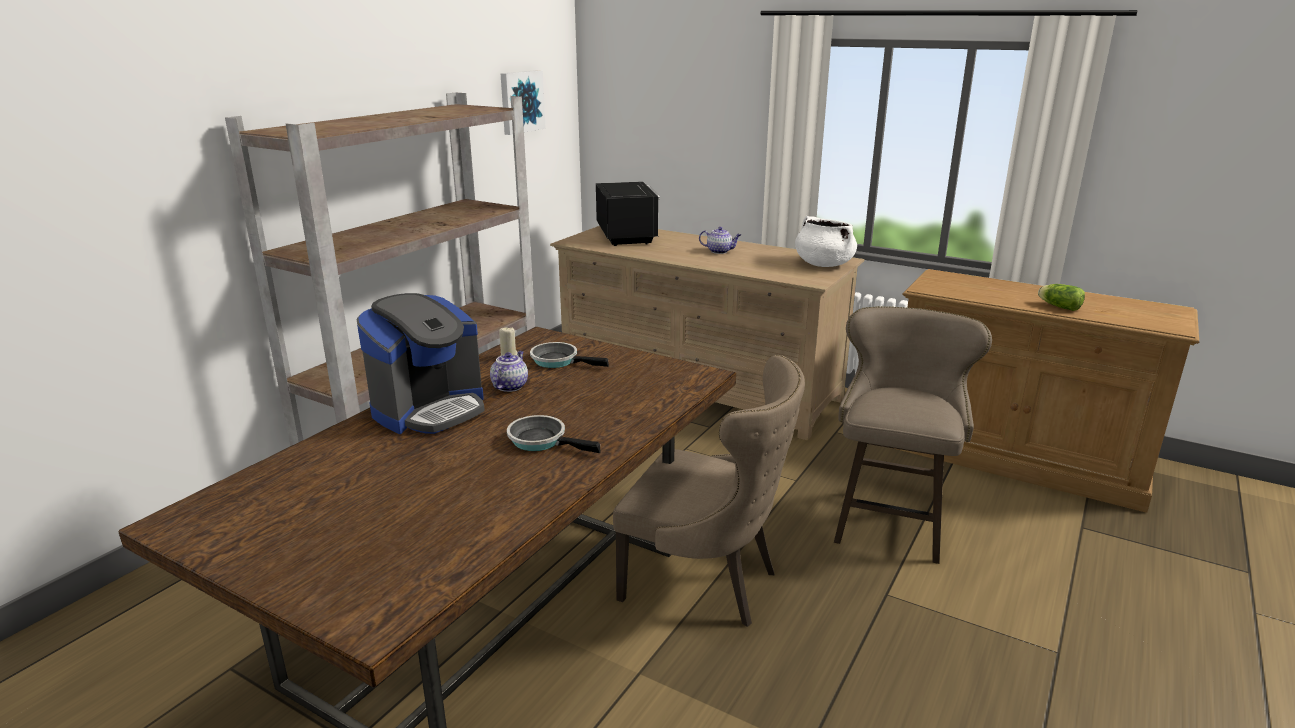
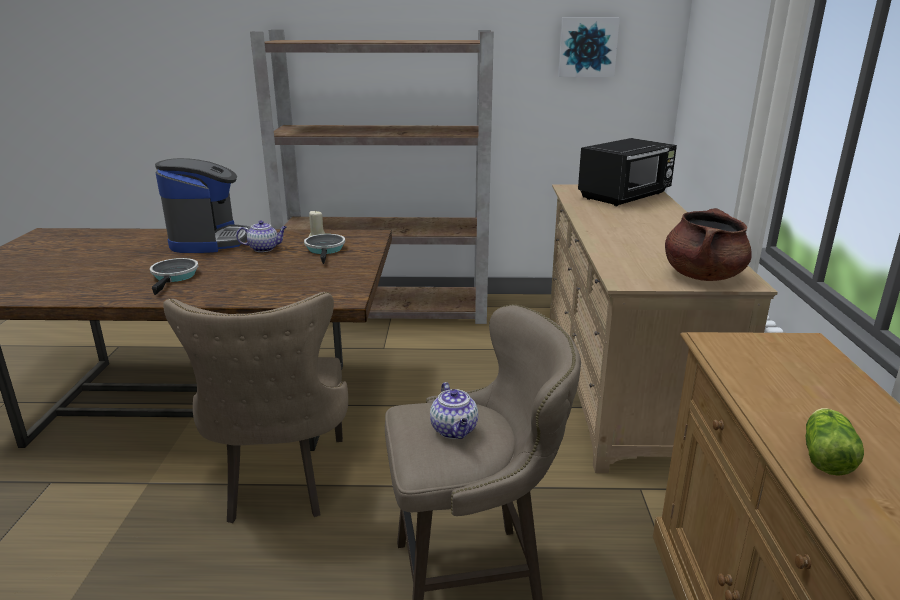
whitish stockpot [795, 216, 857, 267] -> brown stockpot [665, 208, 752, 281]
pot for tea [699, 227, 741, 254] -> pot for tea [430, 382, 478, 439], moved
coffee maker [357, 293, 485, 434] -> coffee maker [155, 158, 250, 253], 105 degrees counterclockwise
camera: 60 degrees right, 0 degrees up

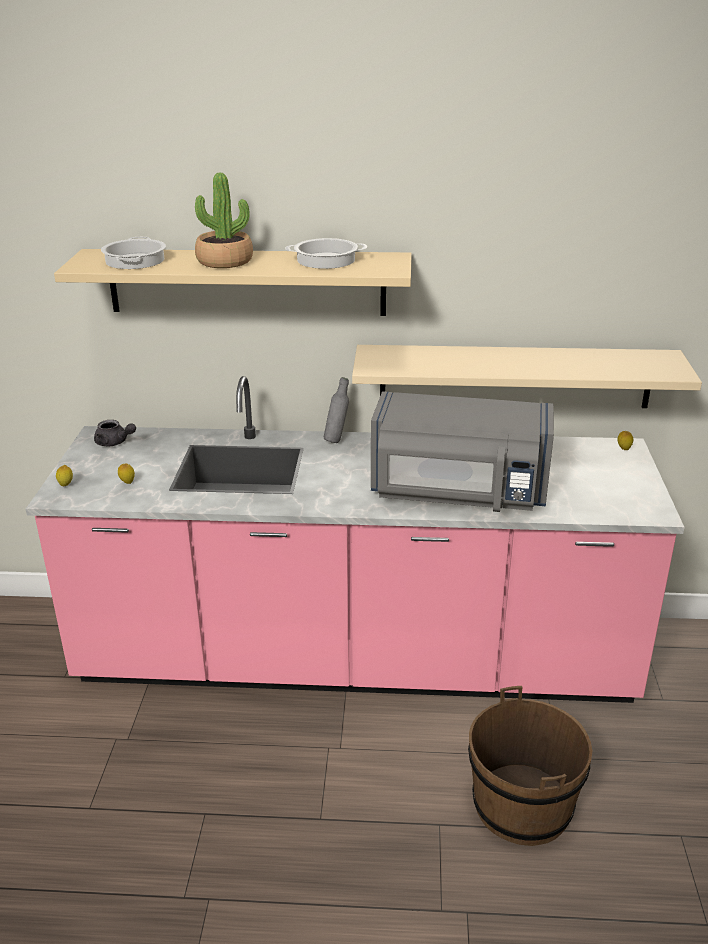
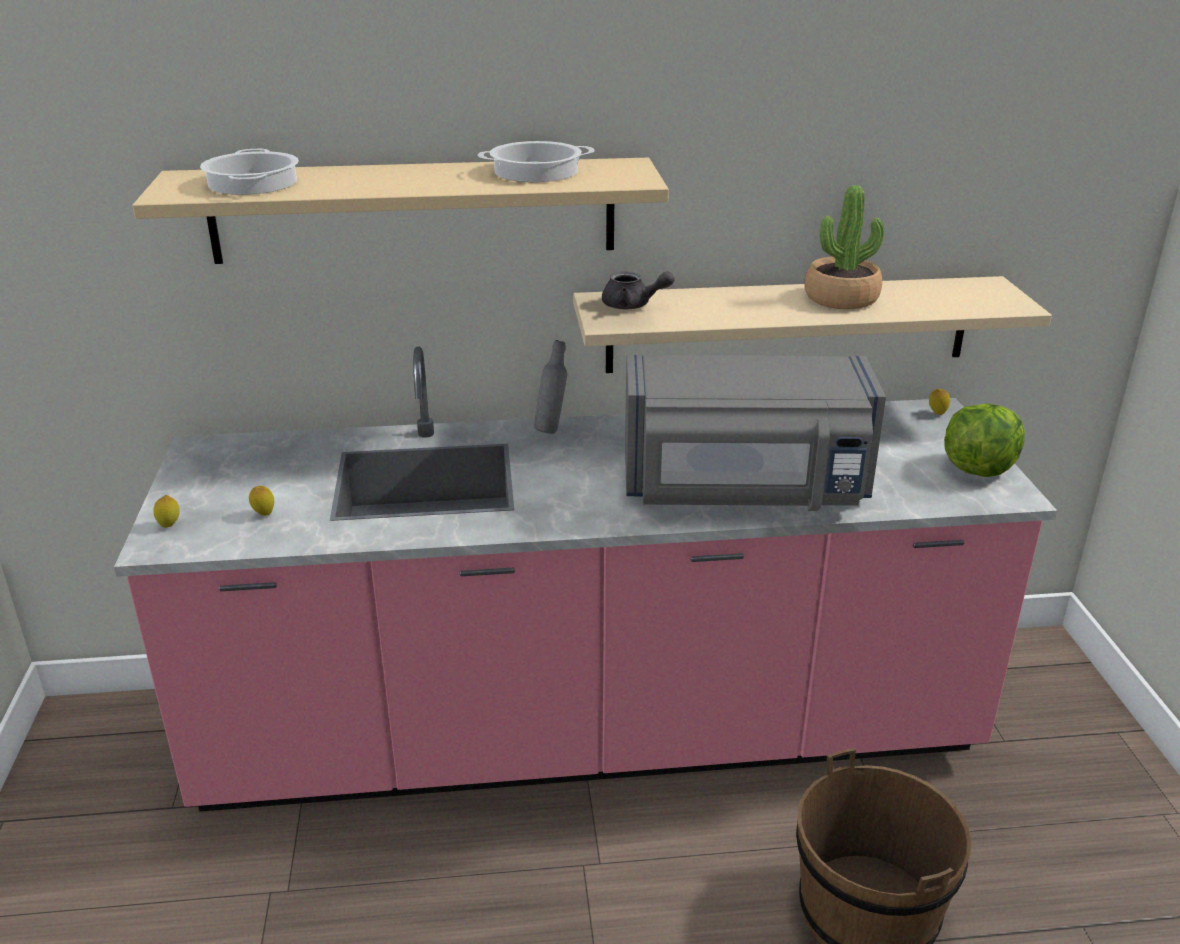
plant in a pot [195, 173, 253, 268] -> plant in a pot [804, 185, 884, 309], moved
greyish pot for tea [94, 420, 136, 446] -> greyish pot for tea [602, 271, 674, 309], moved
none -> head of lettuce [944, 403, 1025, 477]
camera: 10 degrees left, 0 degrees up

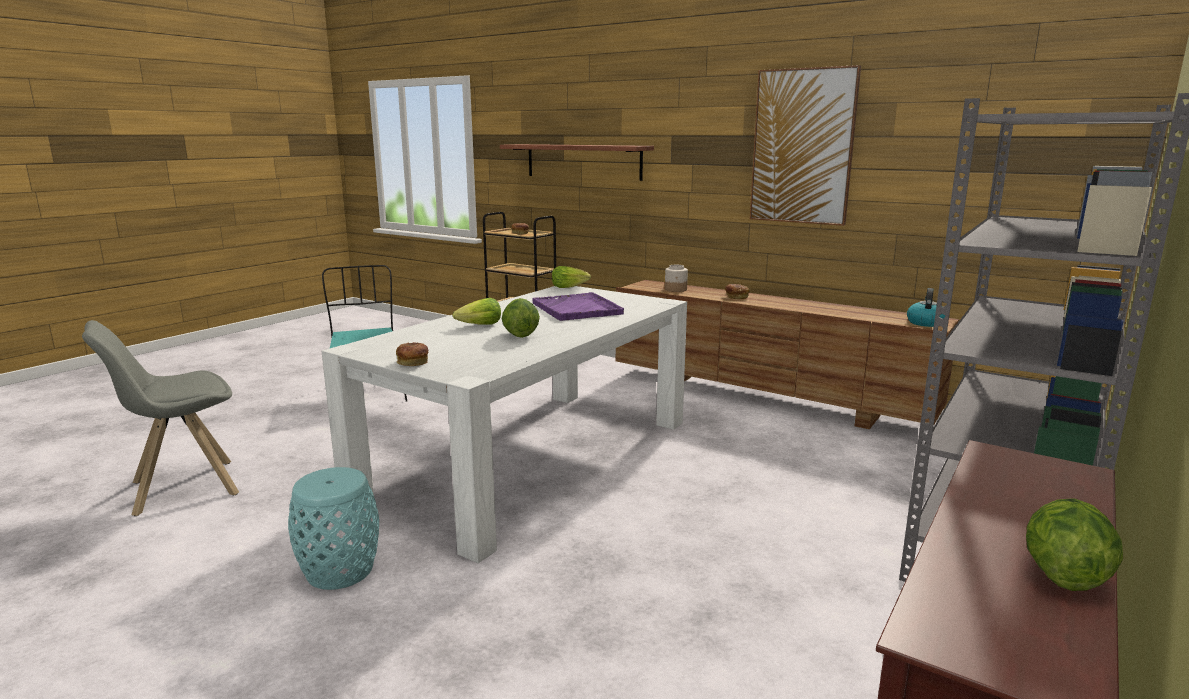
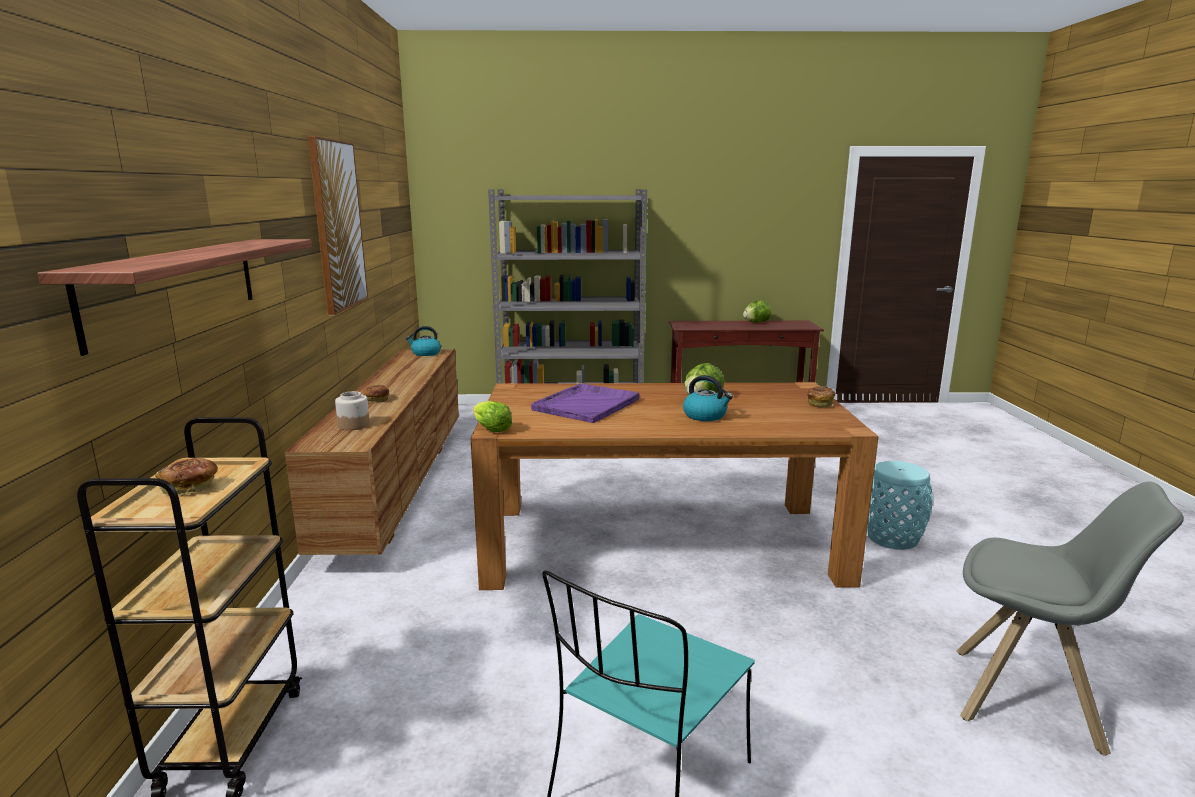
whitish dinner table [321, 286, 687, 563] -> brown dinner table [470, 382, 878, 590]
head of lettuce [452, 298, 501, 325] -> kettle [683, 375, 733, 421]
camera: 125 degrees left, 0 degrees up

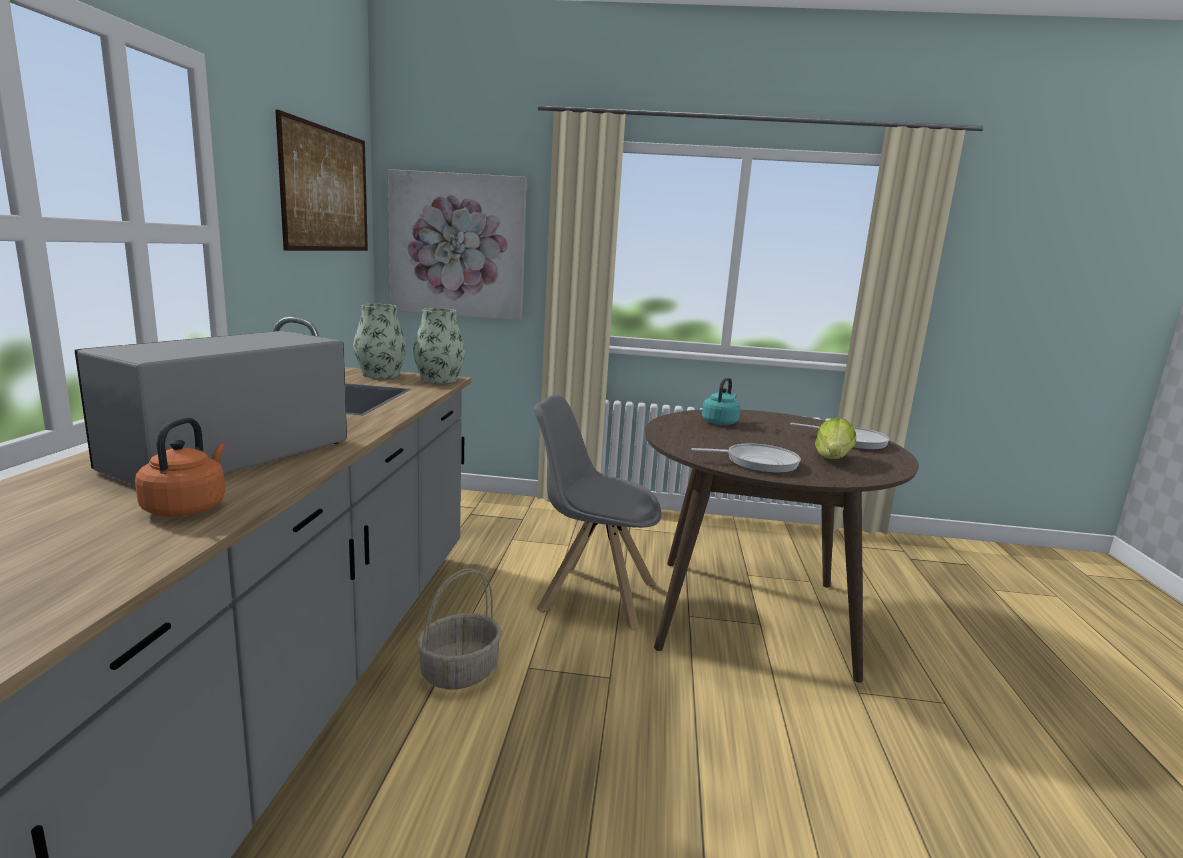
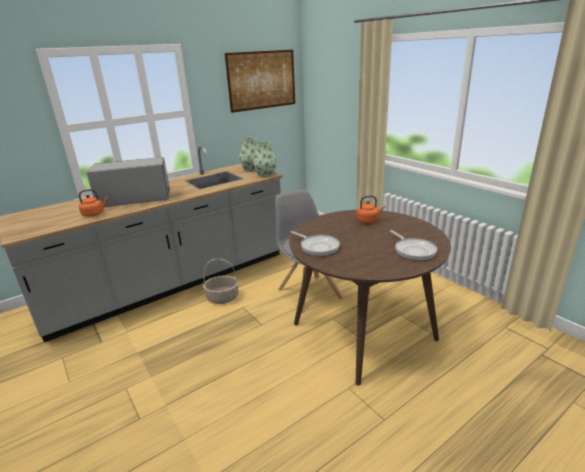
wall art [388, 169, 527, 320] -> none
turquoise kettle [702, 378, 741, 425] -> orangey kettle [356, 195, 385, 223]
head of lettuce [815, 418, 856, 459] -> none
camera: 50 degrees right, 10 degrees up

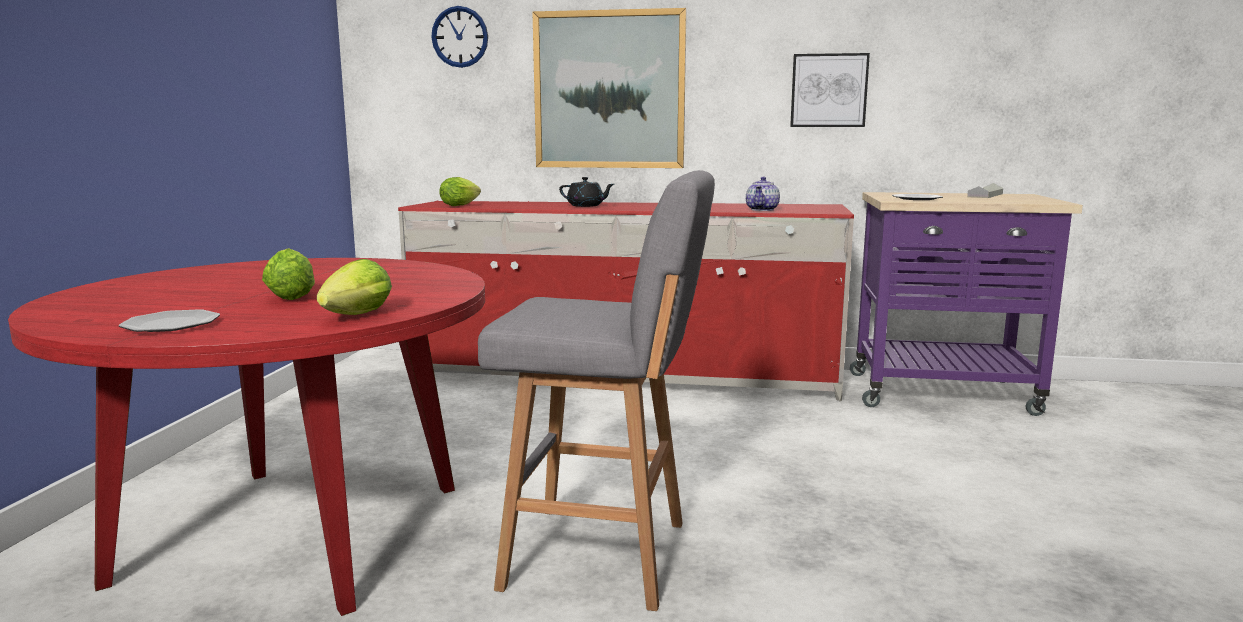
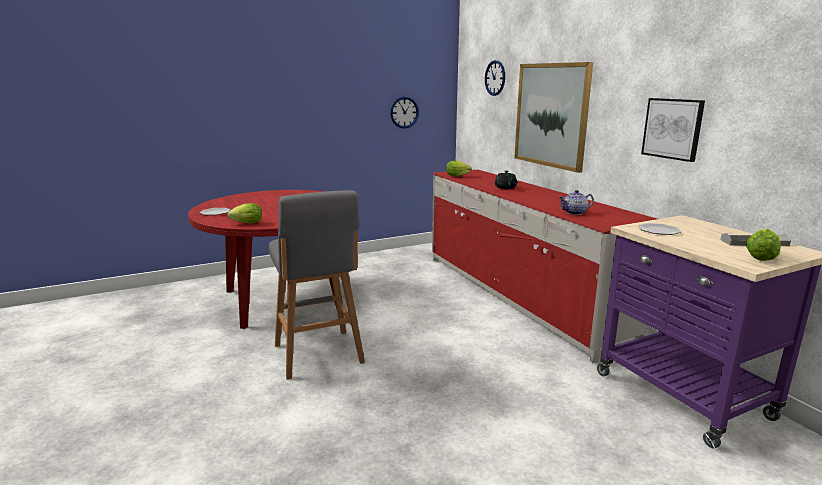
head of lettuce [262, 248, 315, 300] -> head of lettuce [746, 229, 781, 261], moved
none -> clock on the wall [390, 97, 419, 129]
camera: 55 degrees right, 5 degrees up

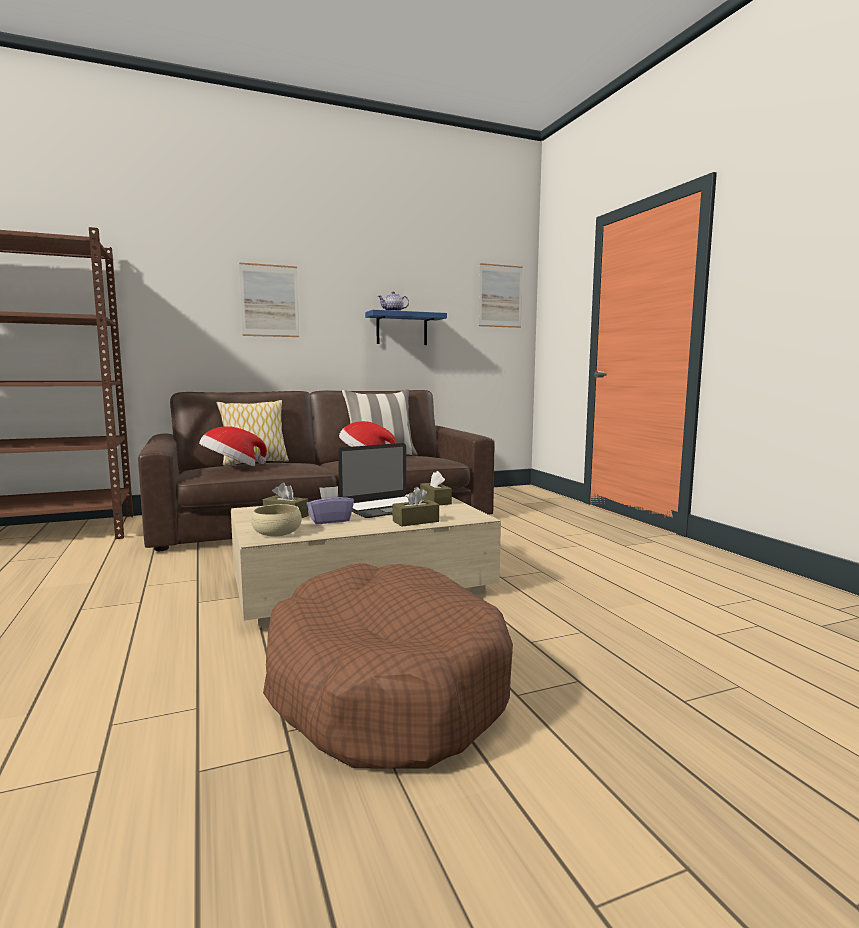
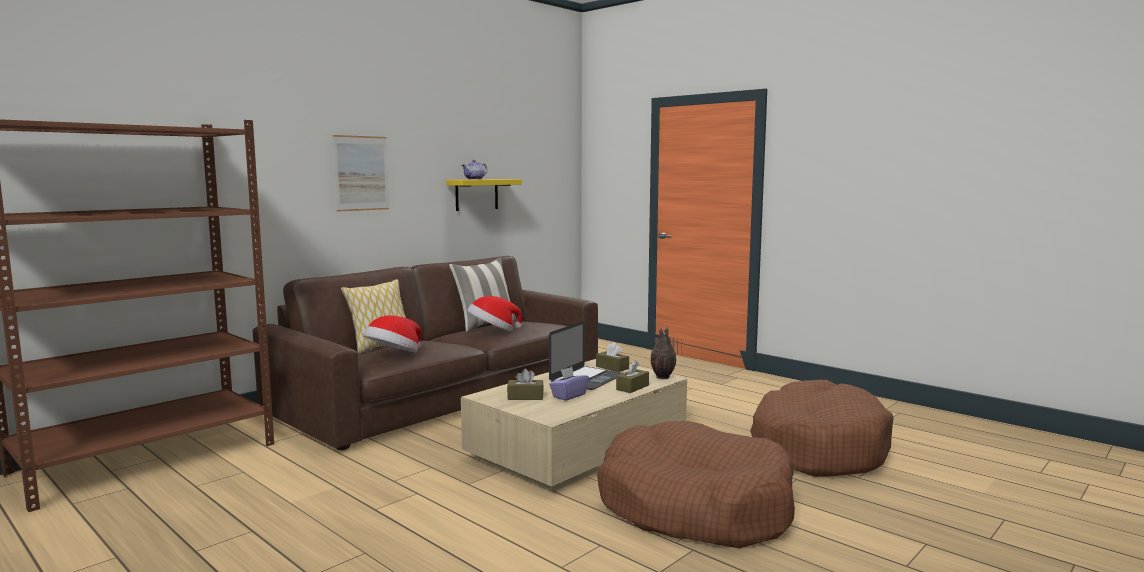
wall art [479, 263, 523, 328] -> none
bluish wall shelf [365, 310, 447, 345] -> yellow wall shelf [446, 179, 522, 211]
sand-coloured serving bowl [251, 504, 302, 536] -> none
none -> decorative vase [651, 327, 676, 379]
none -> brown dog cushion [750, 380, 894, 477]
camera: 25 degrees left, 0 degrees up

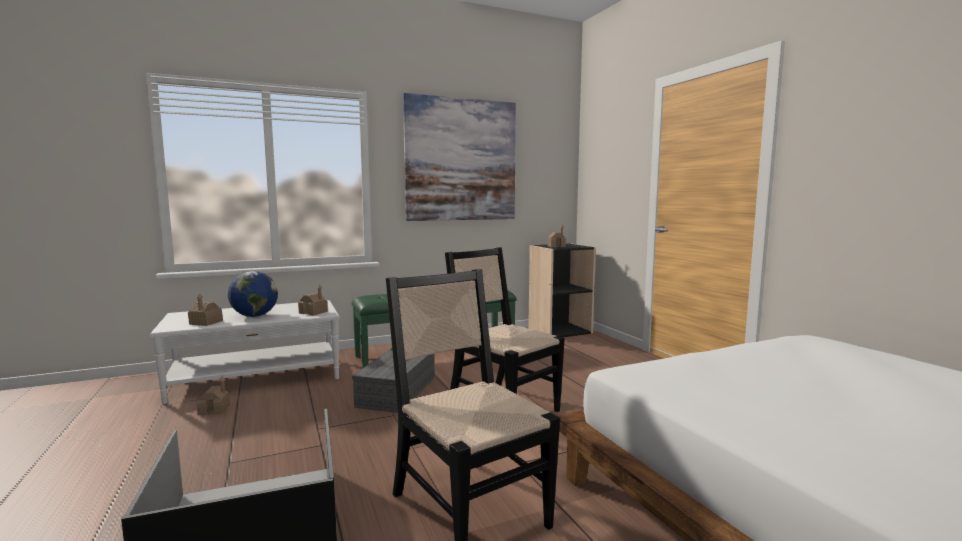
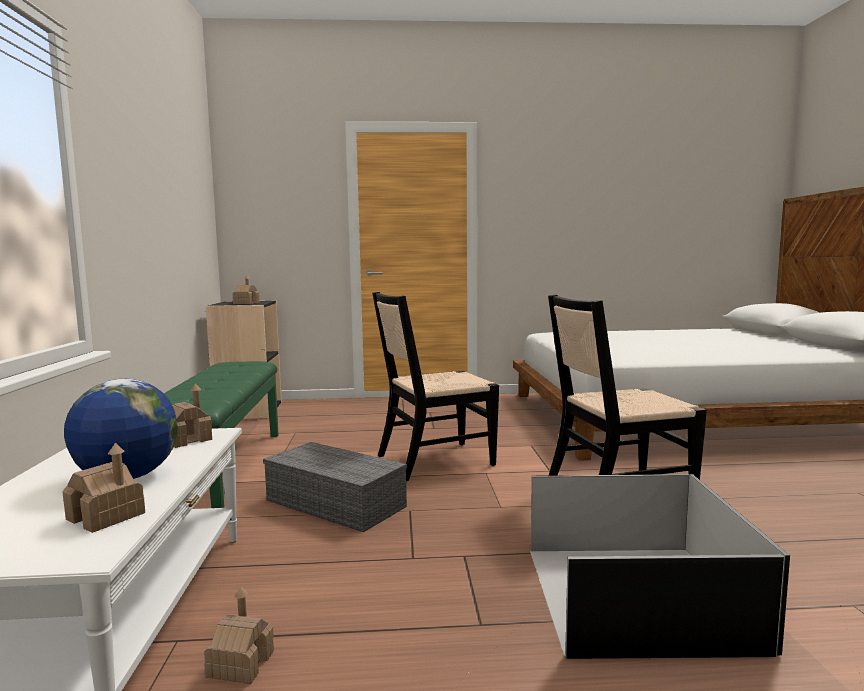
wall art [403, 93, 516, 221] -> none
camera: 70 degrees left, 0 degrees up

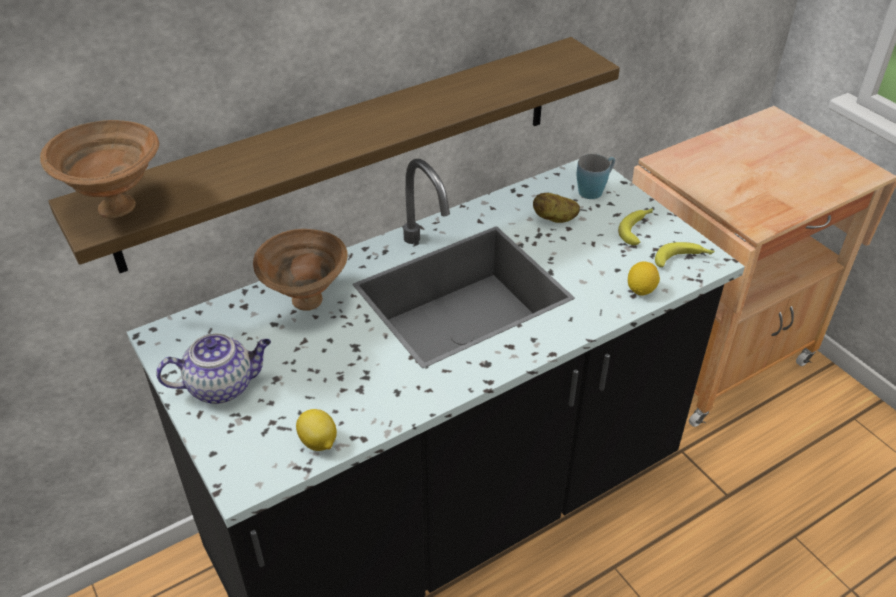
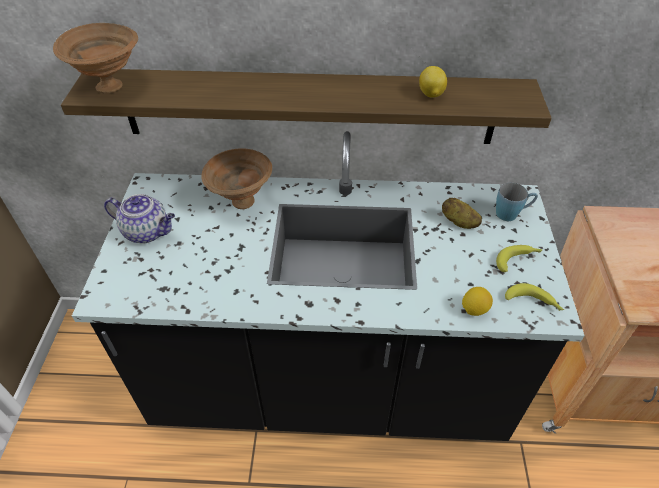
citrus fruit [296, 409, 337, 451] -> citrus fruit [419, 66, 447, 98], moved
camera: 35 degrees right, 5 degrees up

